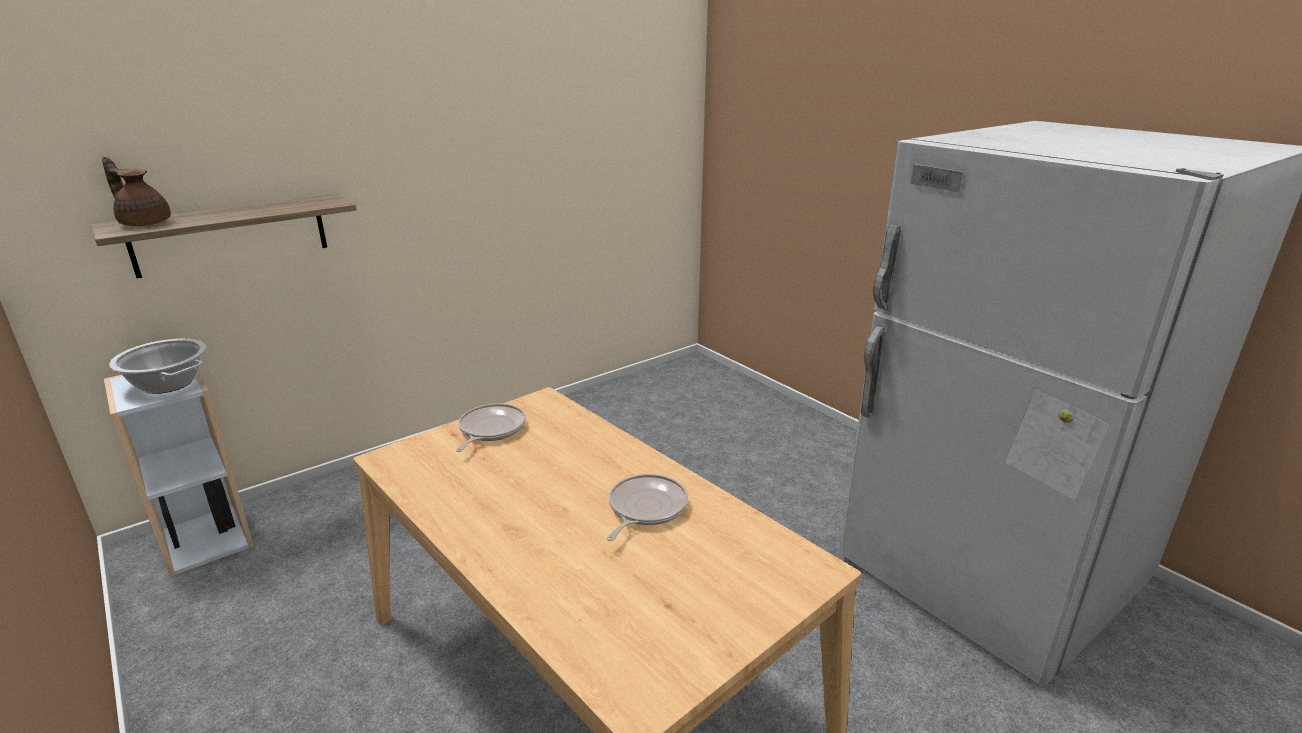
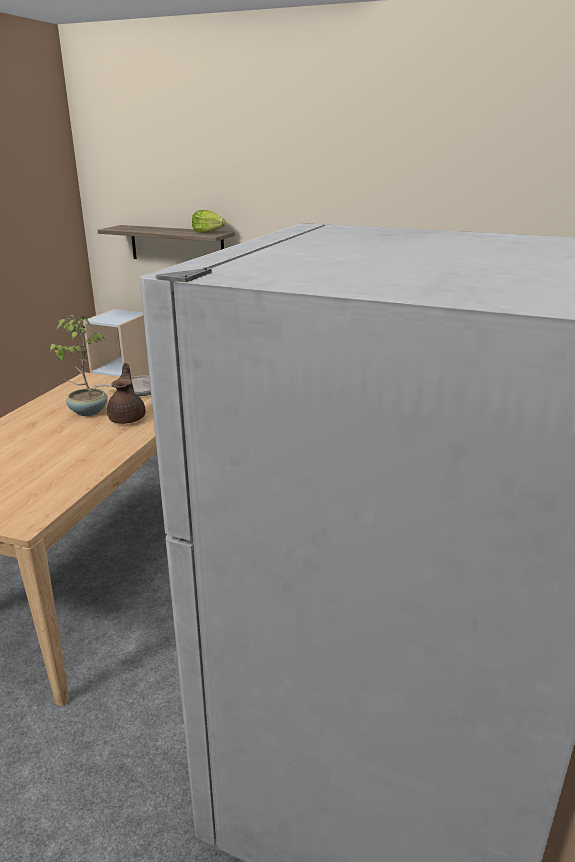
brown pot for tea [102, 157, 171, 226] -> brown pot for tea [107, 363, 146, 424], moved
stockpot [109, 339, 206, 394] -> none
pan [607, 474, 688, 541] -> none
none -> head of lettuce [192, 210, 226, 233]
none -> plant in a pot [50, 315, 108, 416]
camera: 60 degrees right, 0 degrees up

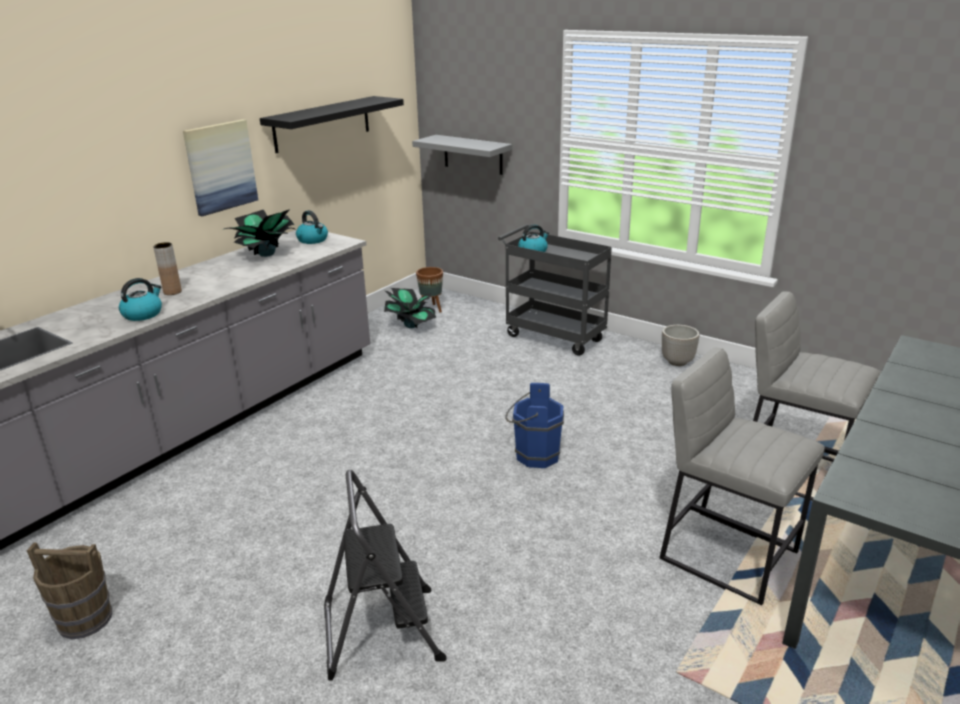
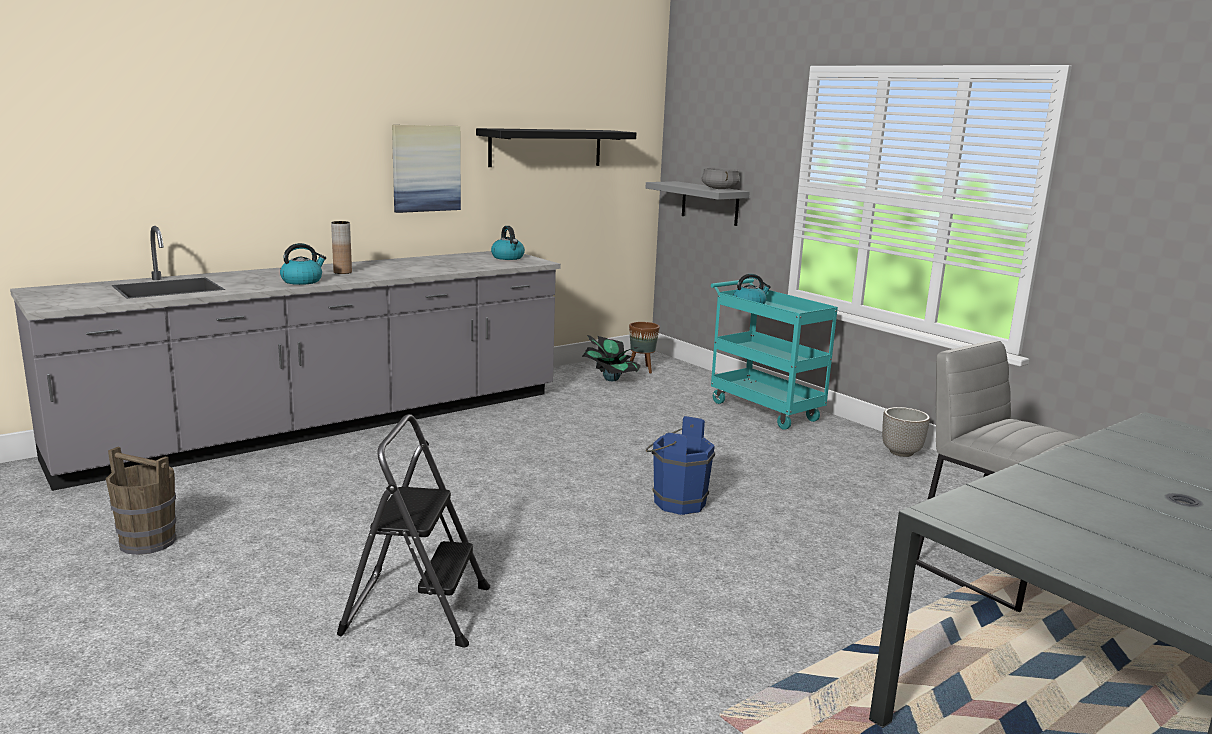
plant in a pot [222, 209, 295, 257] -> none
greyish wheeled cart [498, 224, 612, 356] -> turquoise wheeled cart [711, 278, 838, 430]
greyish plain chair [660, 347, 825, 605] -> none
none -> greyish stockpot [701, 168, 740, 189]
camera: 15 degrees right, 10 degrees down

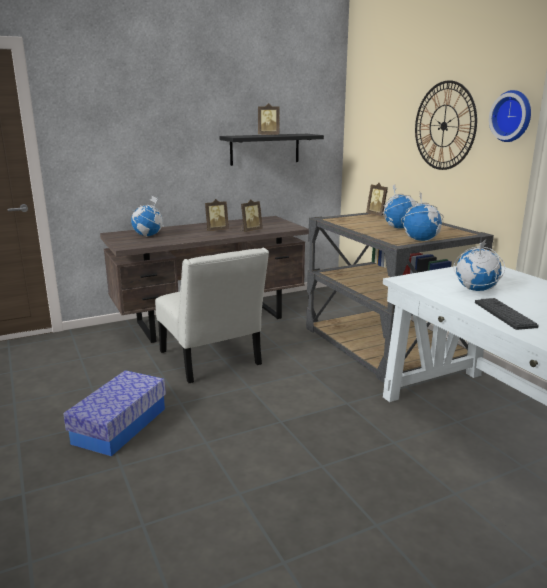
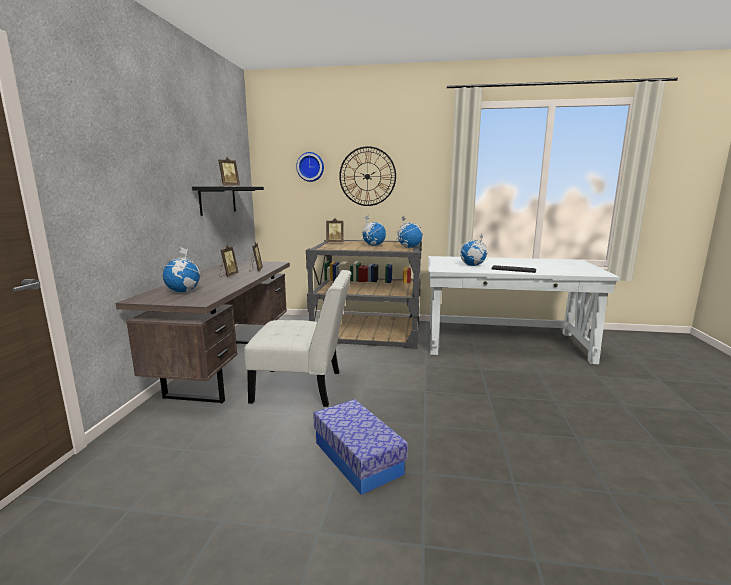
clock on the wall [489, 90, 531, 142] -> clock on the wall [296, 152, 324, 182], moved
camera: 55 degrees left, 5 degrees down

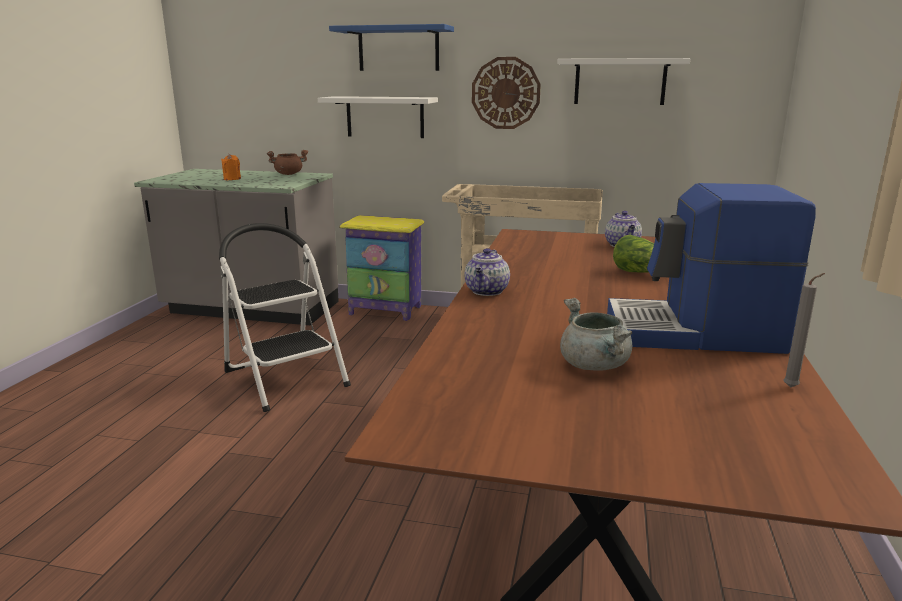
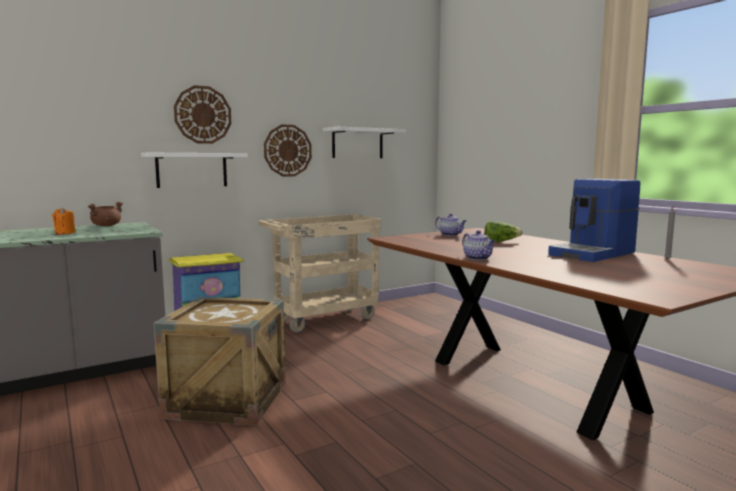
bluish wall shelf [329, 24, 454, 71] -> clock on the wall [174, 85, 231, 144]
step stool [219, 223, 351, 412] -> crate [154, 297, 286, 426]
greyish stockpot [560, 298, 632, 371] -> none
camera: 45 degrees left, 10 degrees down

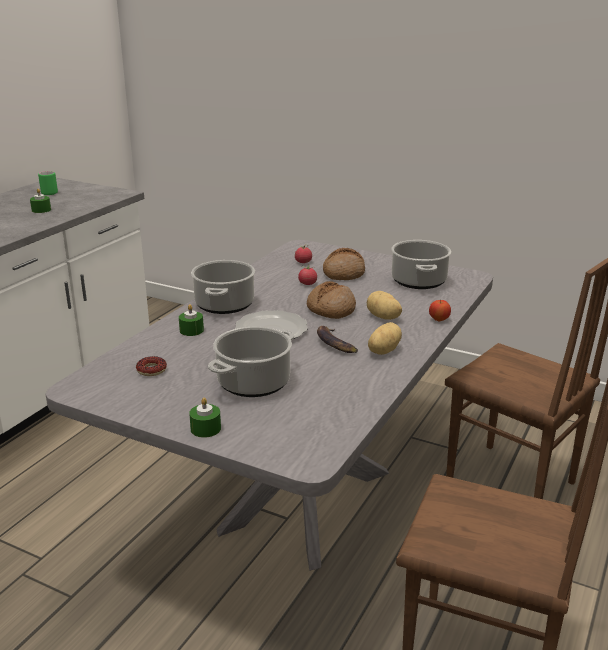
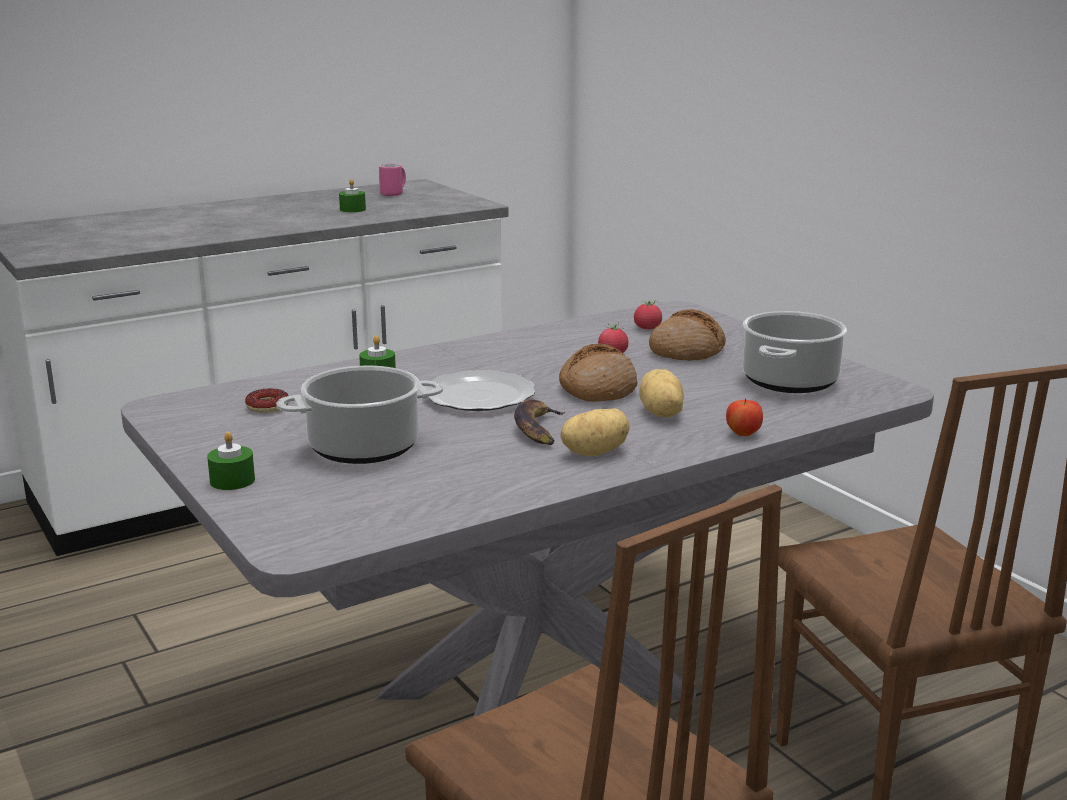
green-coloured tea mug [38, 171, 58, 195] -> pink tea mug [379, 164, 406, 196]
stockpot [191, 260, 255, 314] -> none
camera: 30 degrees right, 5 degrees down

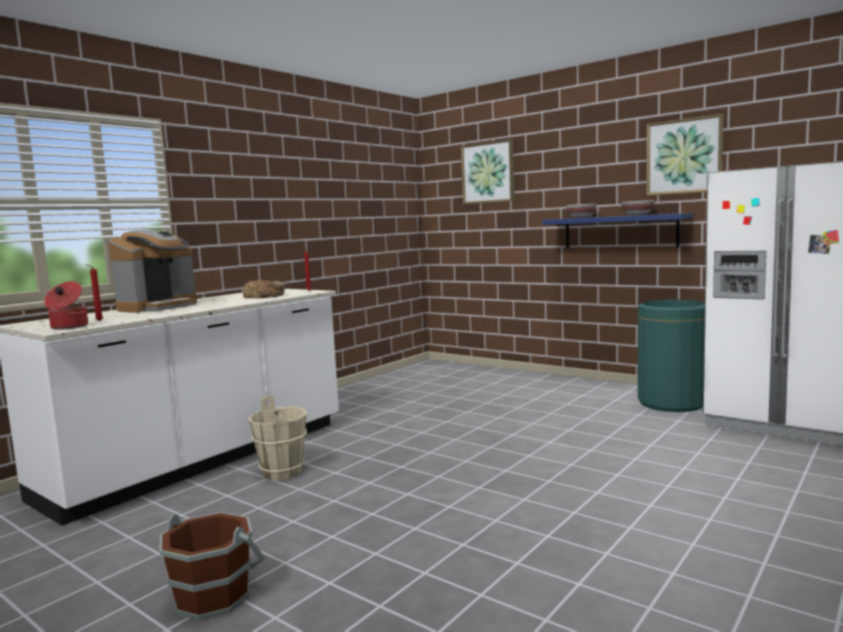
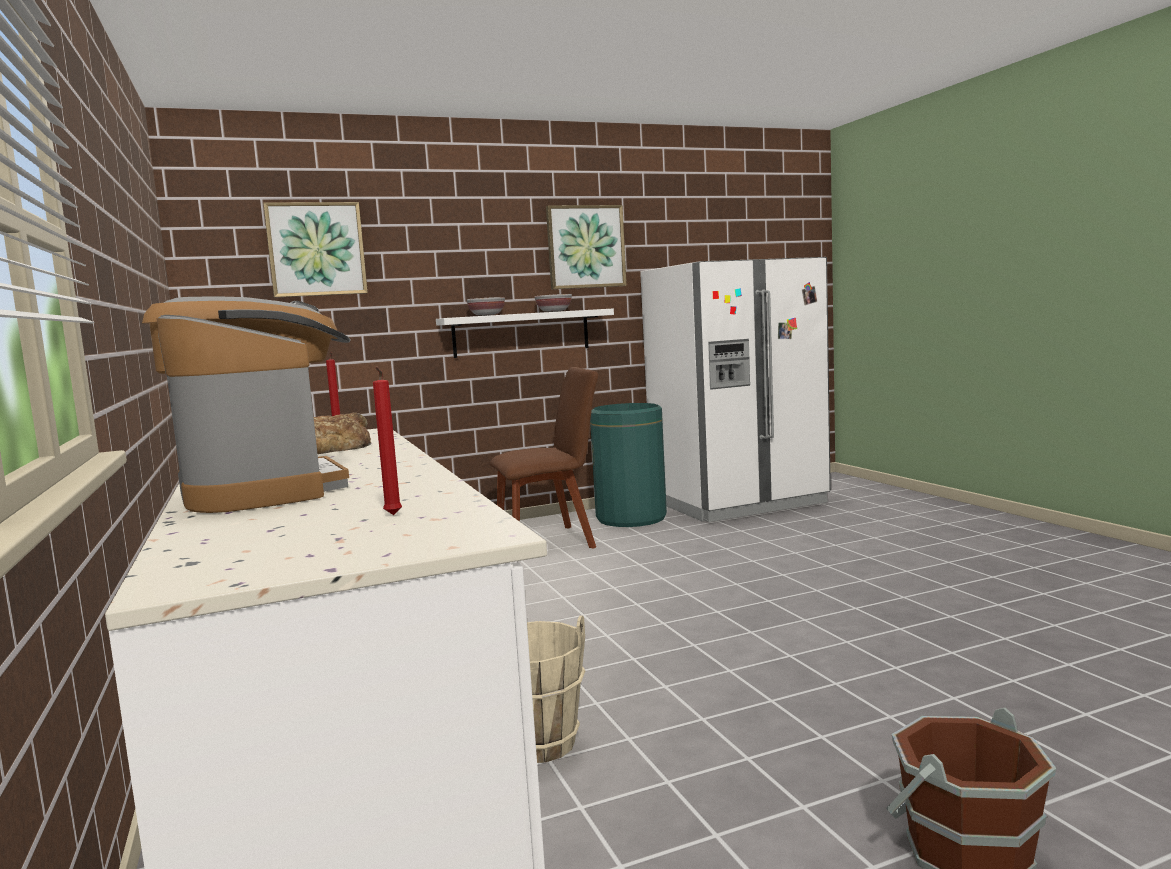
bluish wall shelf [542, 213, 693, 249] -> whitish wall shelf [436, 308, 614, 358]
stockpot [44, 281, 88, 330] -> none
none -> brown plain chair [490, 367, 598, 549]
camera: 60 degrees left, 0 degrees up

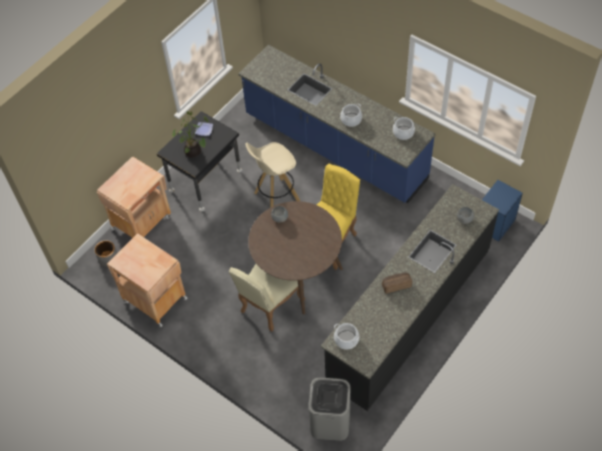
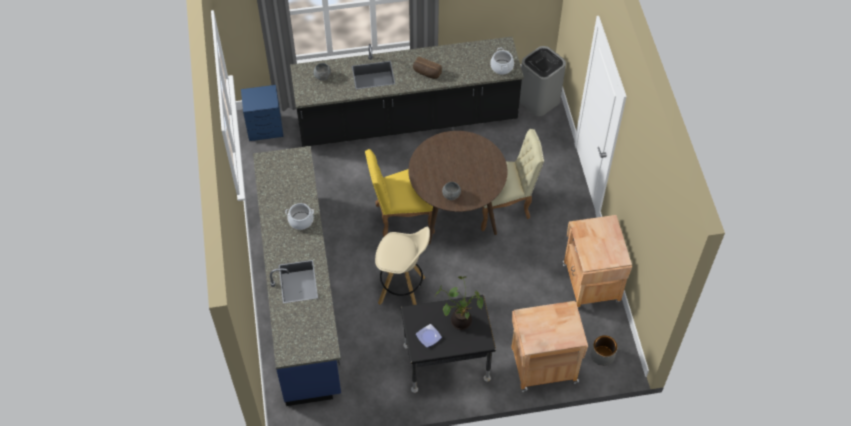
stockpot [393, 117, 415, 140] -> none
camera: 140 degrees left, 0 degrees up

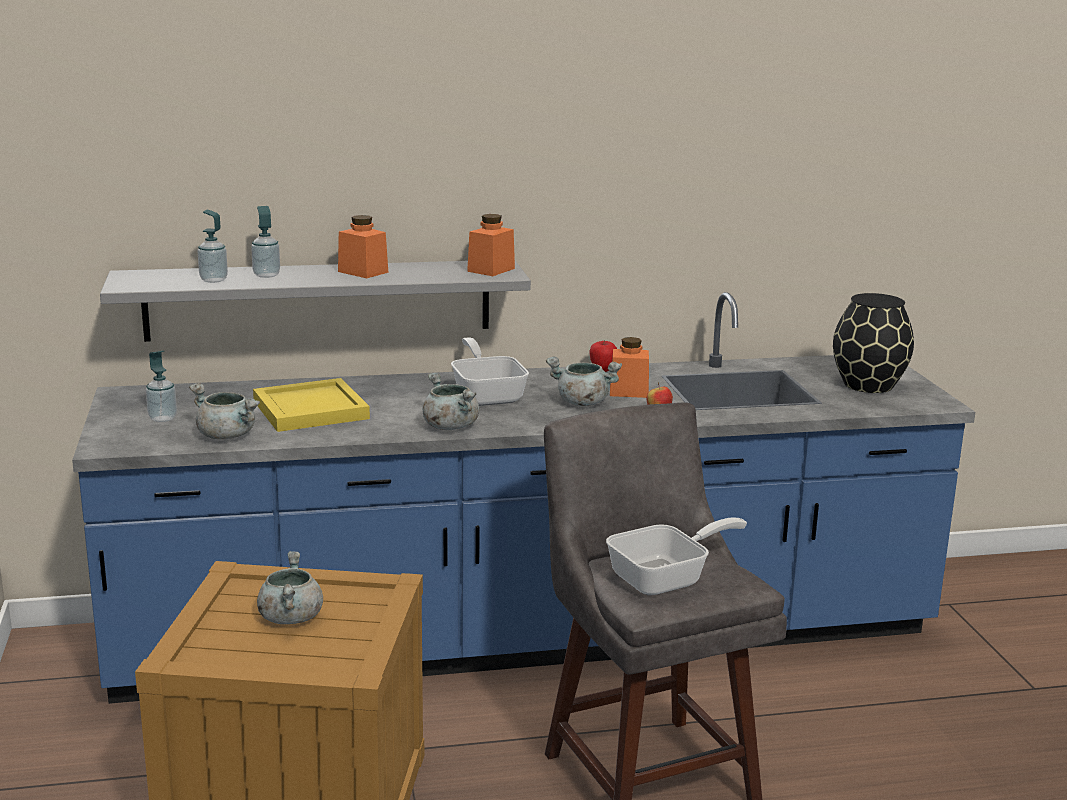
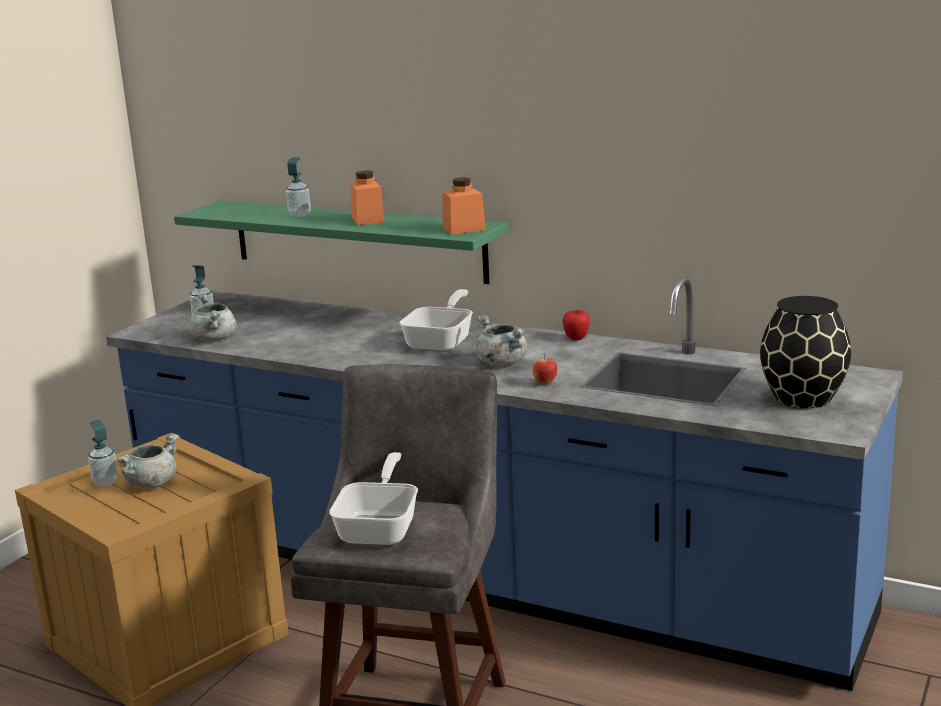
soap bottle [198, 210, 228, 283] -> soap bottle [88, 420, 118, 486], moved
greyish wall shelf [100, 261, 531, 342] -> green-coloured wall shelf [174, 201, 509, 284]
orangey jar [610, 337, 649, 398] -> none
greyish stockpot [423, 373, 479, 430] -> none
yellow serving tray [253, 378, 370, 432] -> none
pan [606, 518, 747, 596] -> pan [329, 452, 418, 545], 90 degrees counterclockwise
camera: 40 degrees right, 0 degrees up

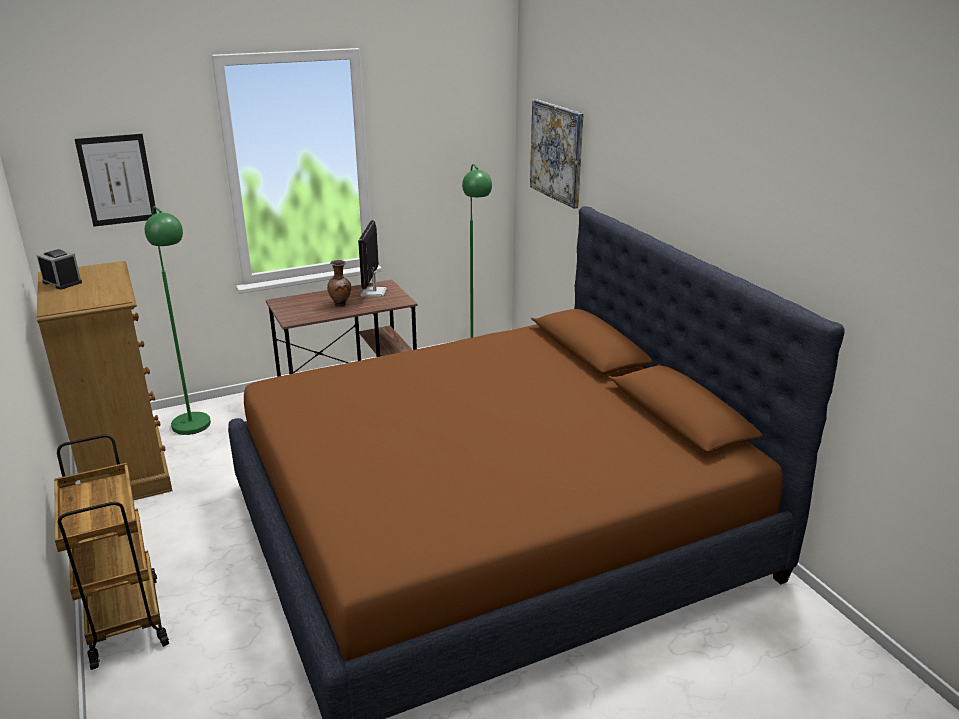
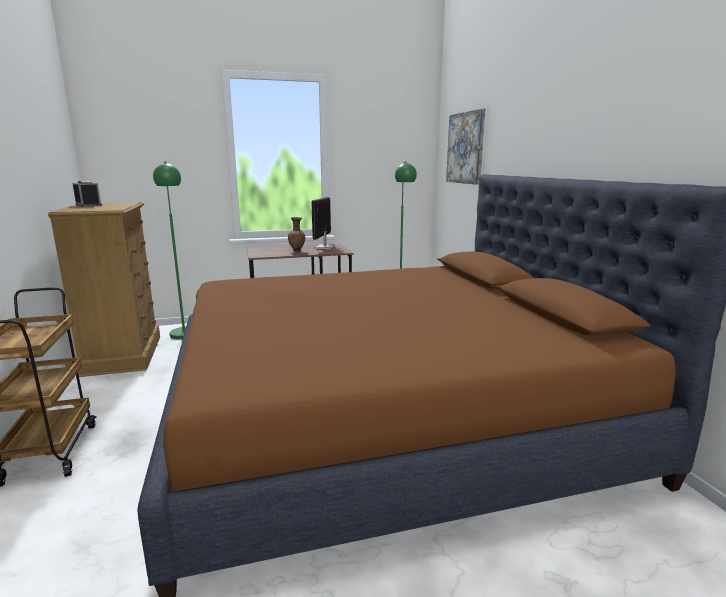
wall art [75, 134, 157, 227] -> none
camera: 10 degrees right, 10 degrees down

